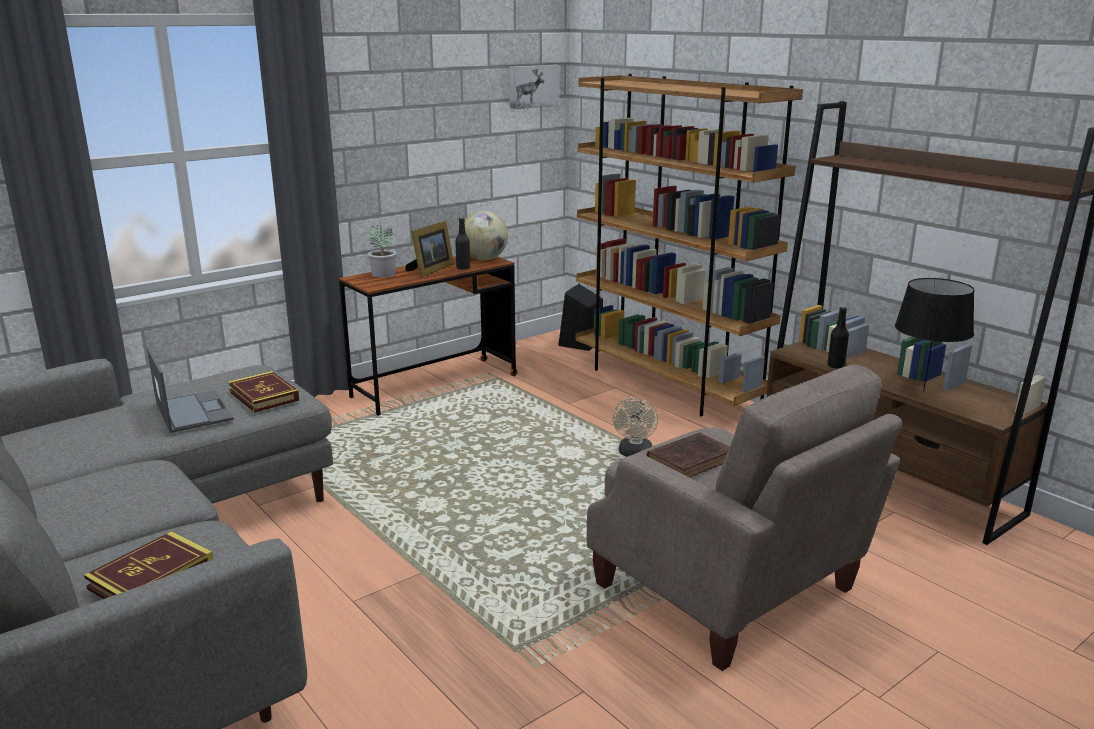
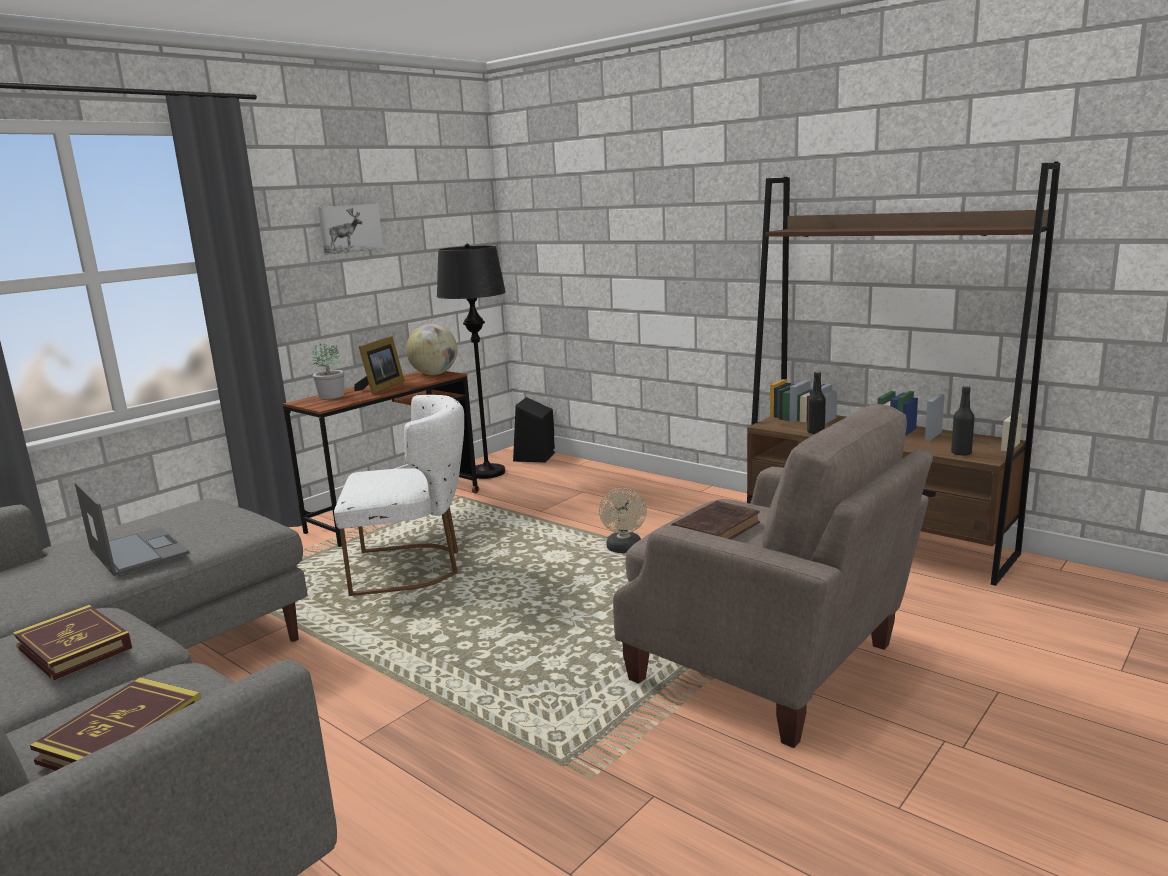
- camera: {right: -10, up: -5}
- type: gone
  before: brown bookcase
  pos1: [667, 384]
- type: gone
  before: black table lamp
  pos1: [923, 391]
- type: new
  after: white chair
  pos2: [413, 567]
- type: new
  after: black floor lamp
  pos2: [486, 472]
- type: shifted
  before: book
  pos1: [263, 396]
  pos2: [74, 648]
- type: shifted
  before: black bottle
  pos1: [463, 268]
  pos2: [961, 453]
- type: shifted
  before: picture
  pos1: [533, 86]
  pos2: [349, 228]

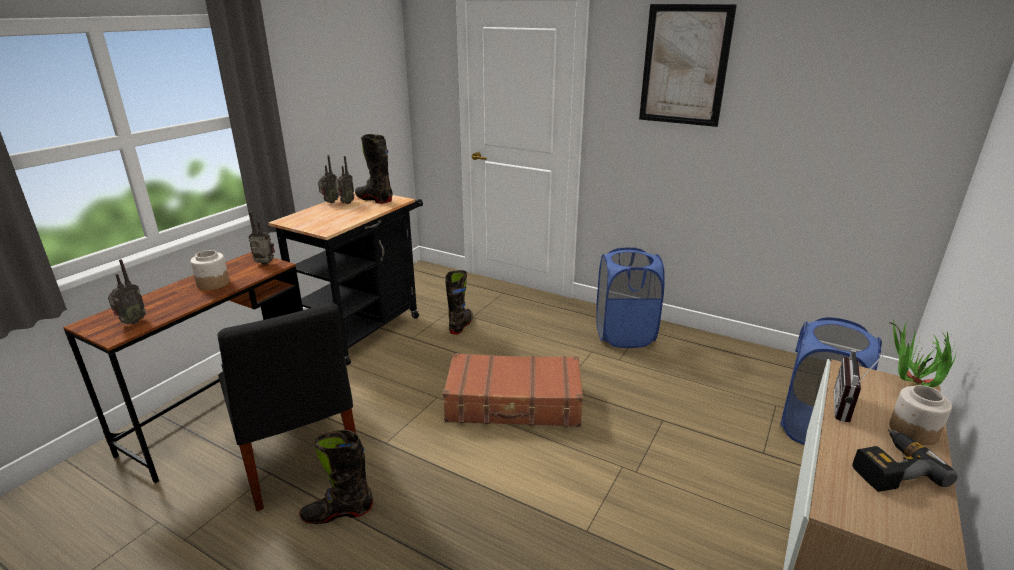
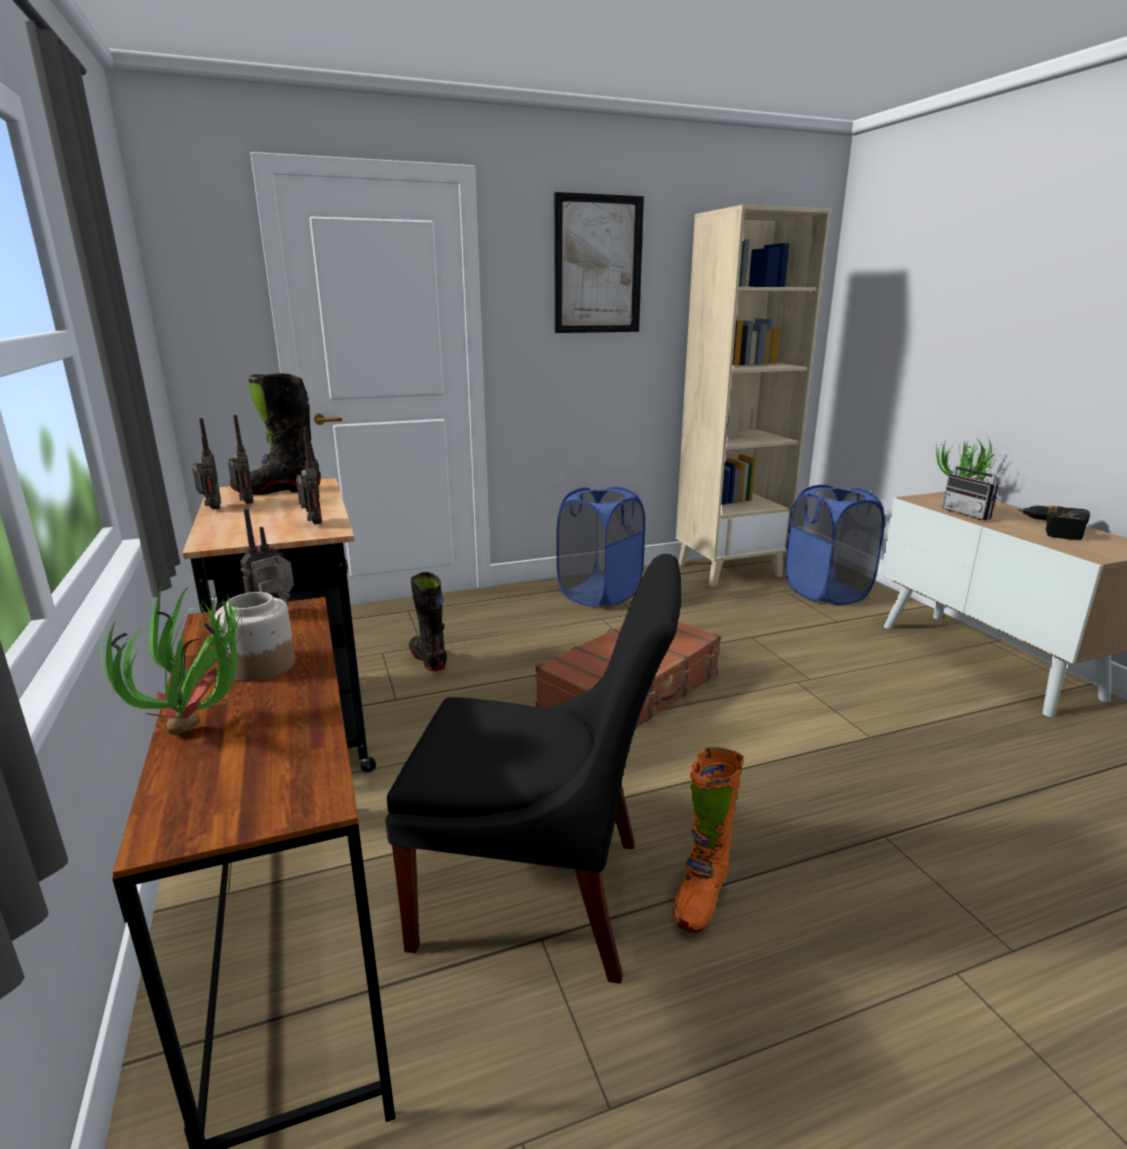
- camera: {right: -50, up: -5}
- type: gone
  before: jar
  pos1: [912, 430]
- type: new
  after: potted plant
  pos2: [203, 730]
- type: new
  after: beige bookcase
  pos2: [729, 569]
- type: shifted
  before: radio
  pos1: [131, 322]
  pos2: [312, 524]
- type: repainted
  before: black boot
  after: orange boot
  pos1: [338, 513]
  pos2: [700, 896]

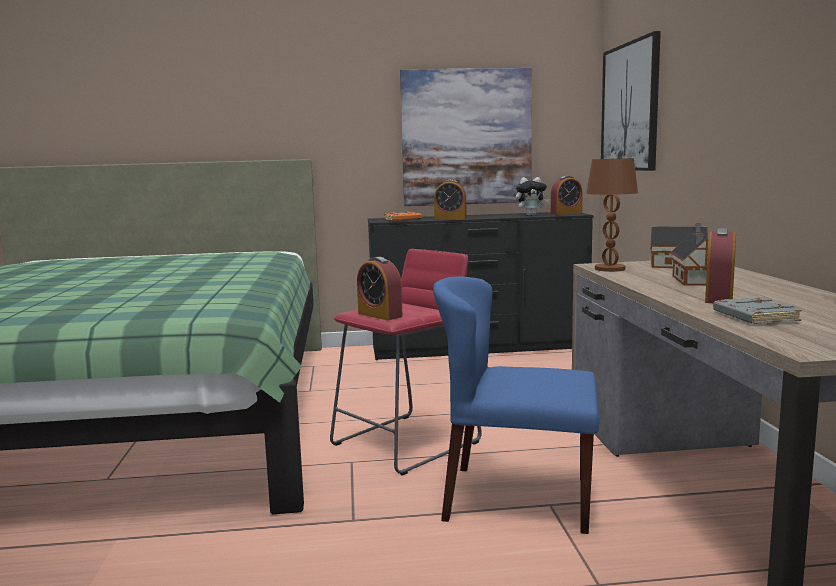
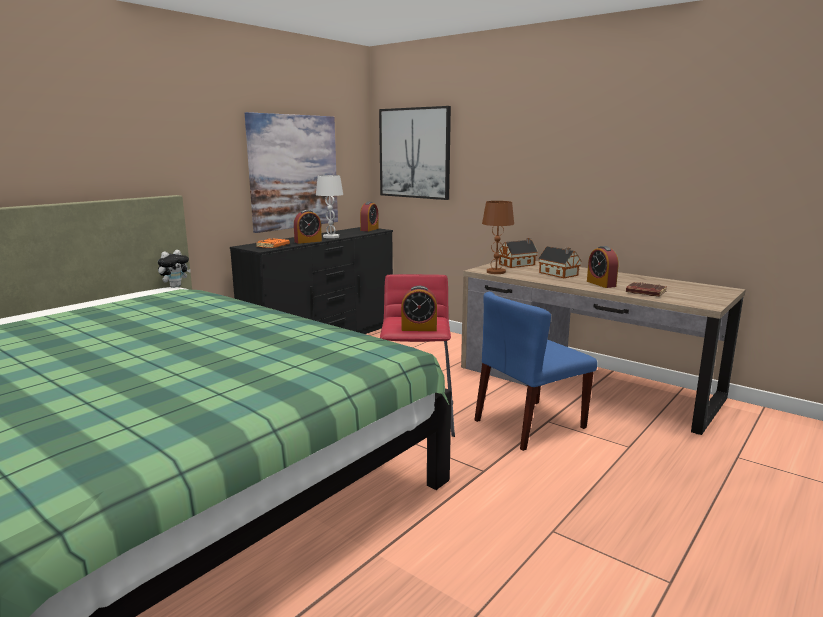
- camera: {right: -45, up: 5}
- type: new
  after: white table lamp
  pos2: [331, 237]
- type: shifted
  before: plush toy
  pos1: [531, 215]
  pos2: [175, 286]
- type: repainted
  before: grey book
  after: brown book
  pos1: [753, 317]
  pos2: [645, 292]

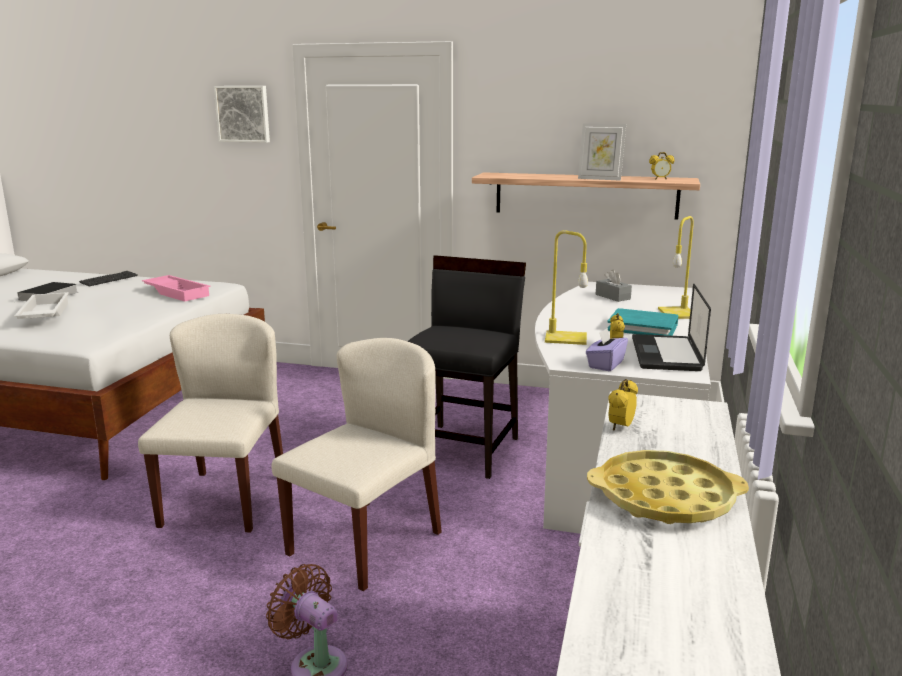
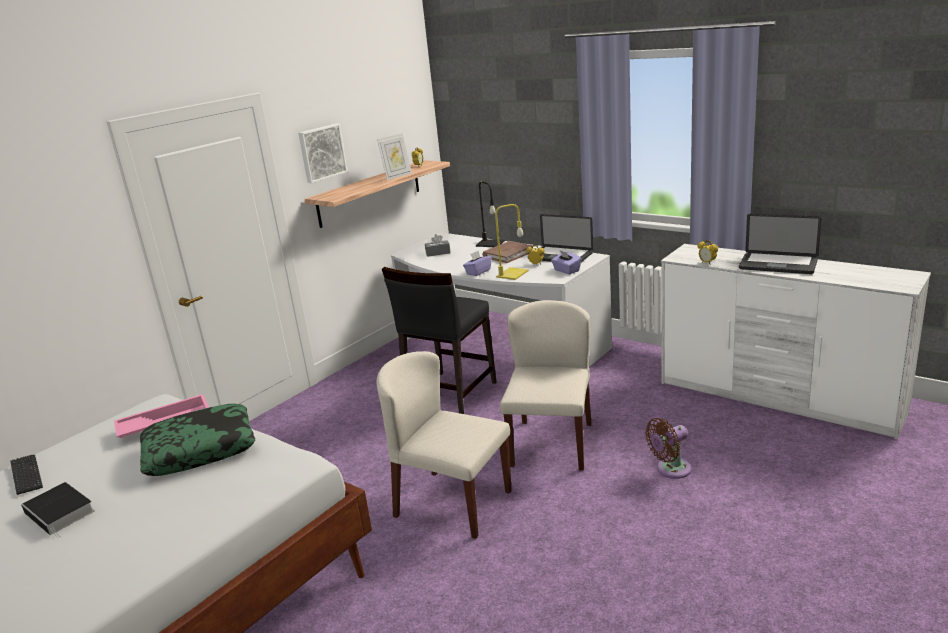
- camera: {right: -65, up: 5}
- type: gone
  before: white tray
  pos1: [43, 314]
- type: new
  after: pillow
  pos2: [200, 449]
- type: new
  after: purple tissue box
  pos2: [478, 272]
- type: shifted
  before: picture
  pos1: [243, 114]
  pos2: [321, 152]
- type: swapped
  before: yellow tray
  after: laptop
  pos1: [665, 498]
  pos2: [778, 265]
- type: repainted
  before: turquoise book
  after: brown book
  pos1: [642, 327]
  pos2: [508, 254]
- type: repainted
  before: yellow table lamp
  after: black table lamp
  pos1: [677, 313]
  pos2: [489, 243]
- type: rotated
  before: beige chair
  pos1: [365, 542]
  pos2: [551, 444]
  turn: 45
- type: rotated
  before: black chair
  pos1: [464, 449]
  pos2: [449, 394]
  turn: -105

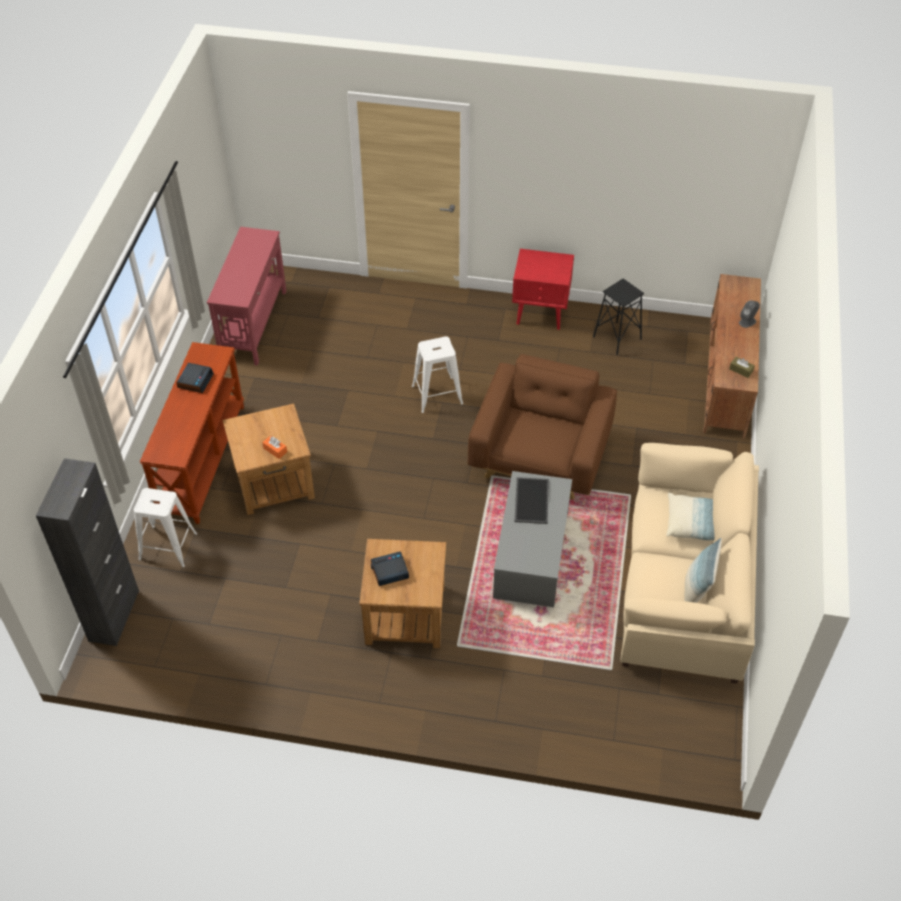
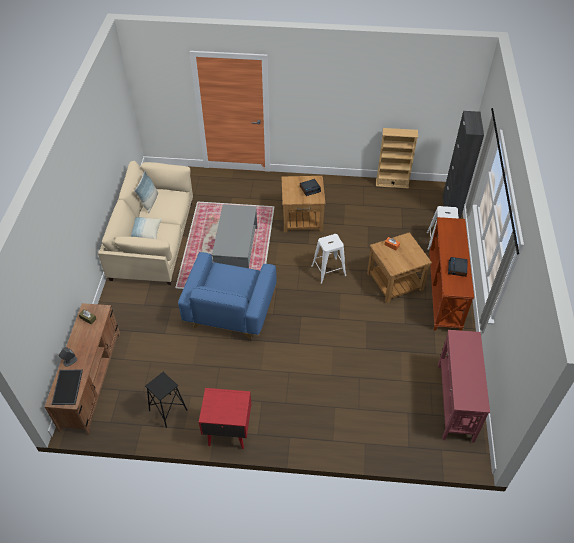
- camera: {right: 175, up: 0}
- type: new
  after: beige bookcase
  pos2: [392, 183]
- type: shifted
  before: white stool
  pos1: [436, 395]
  pos2: [329, 270]
- type: shifted
  before: tray
  pos1: [530, 500]
  pos2: [68, 387]
- type: repainted
  before: brown armchair
  after: blue armchair
  pos1: [540, 455]
  pos2: [230, 309]

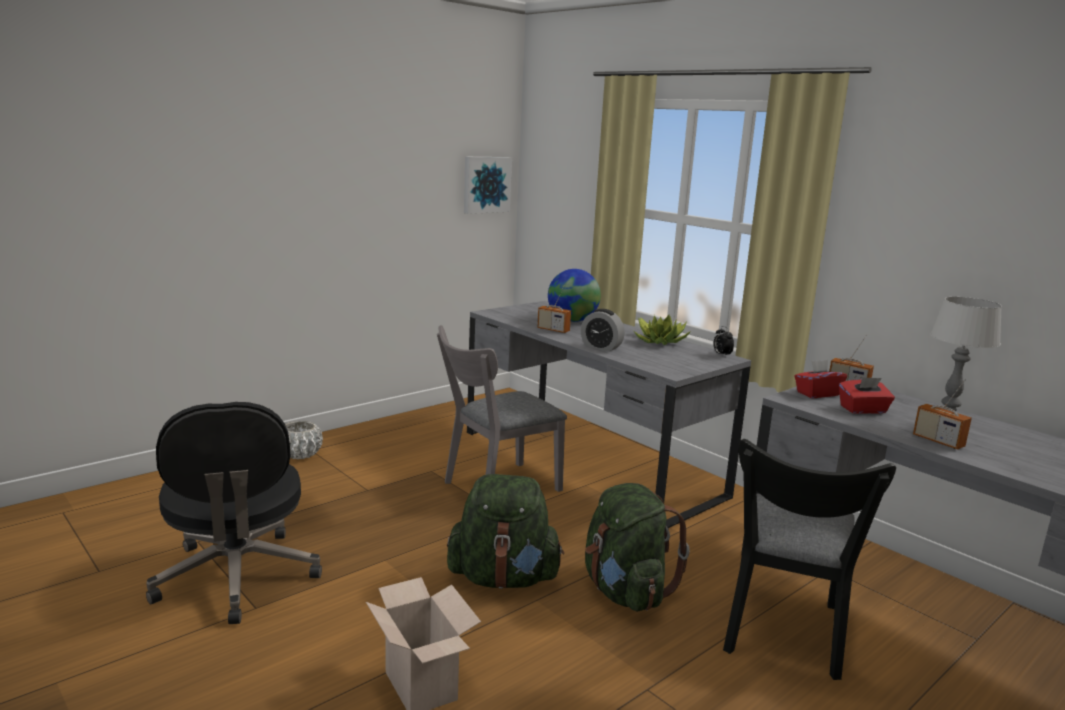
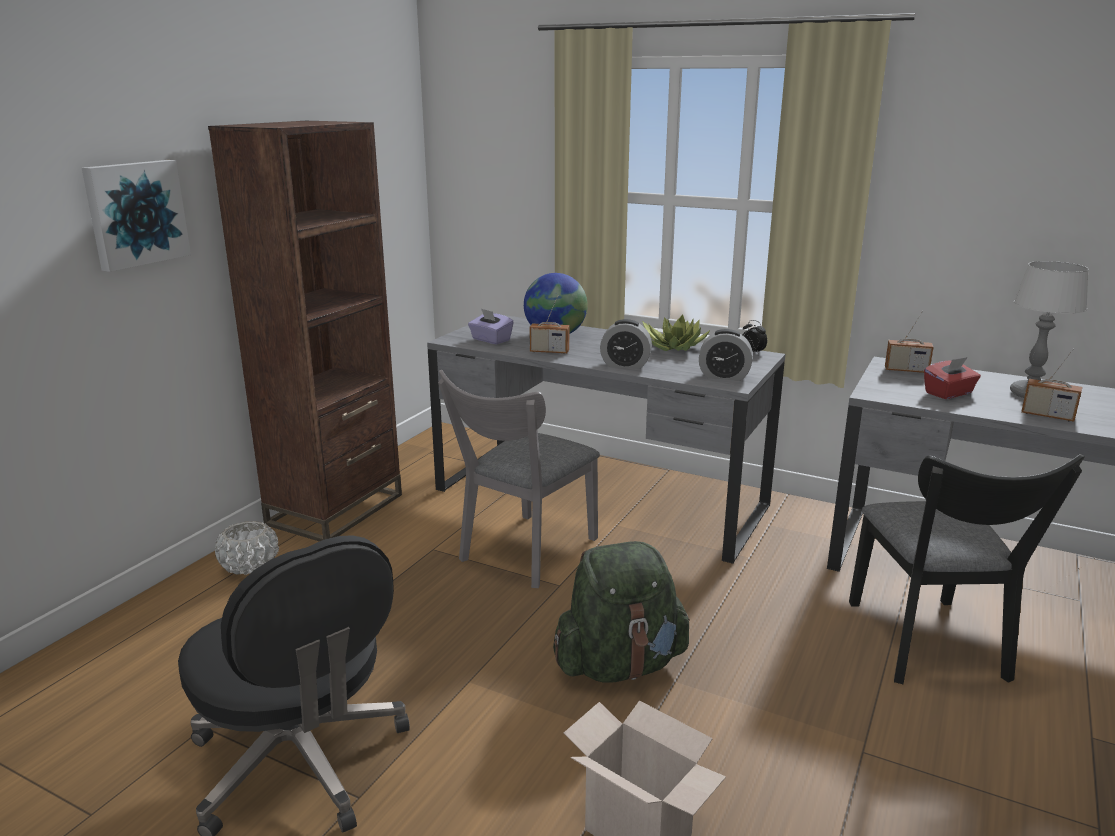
- camera: {right: -20, up: 5}
- type: gone
  before: green backpack
  pos1: [625, 591]
- type: gone
  before: red tissue box
  pos1: [817, 394]
- type: new
  after: brown bookcase
  pos2: [336, 509]
- type: new
  after: purple tissue box
  pos2: [490, 340]
- type: new
  after: alarm clock
  pos2: [724, 376]
- type: shifted
  before: picture
  pos1: [486, 184]
  pos2: [135, 213]

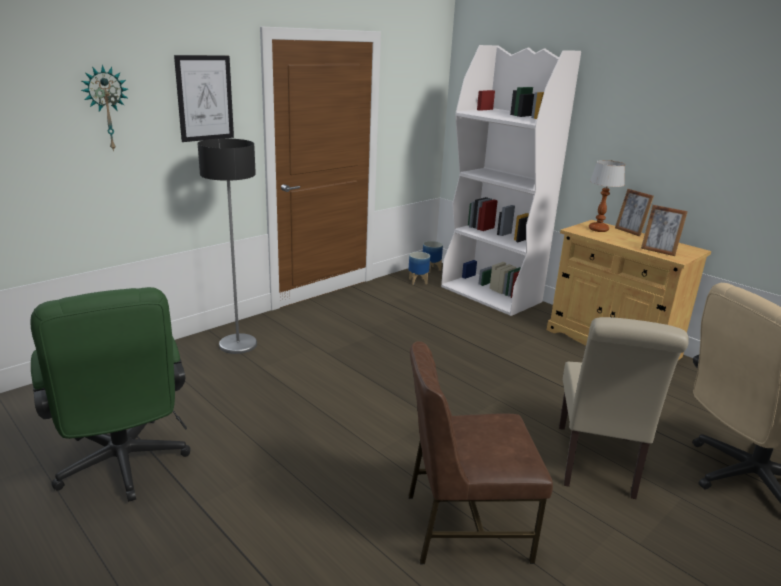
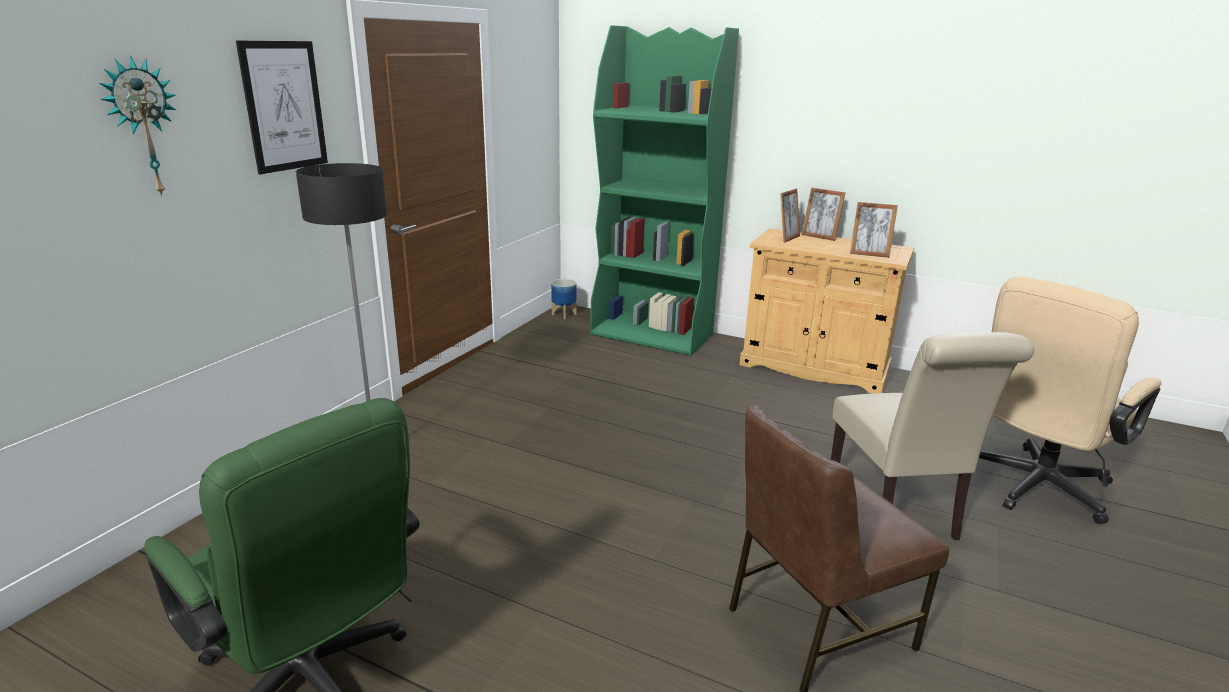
- camera: {right: -20, up: 0}
- type: gone
  before: planter
  pos1: [418, 281]
- type: swapped
  before: table lamp
  after: picture frame
  pos1: [598, 229]
  pos2: [787, 238]
- type: repainted
  before: white bookcase
  after: green bookcase
  pos1: [491, 294]
  pos2: [653, 334]

